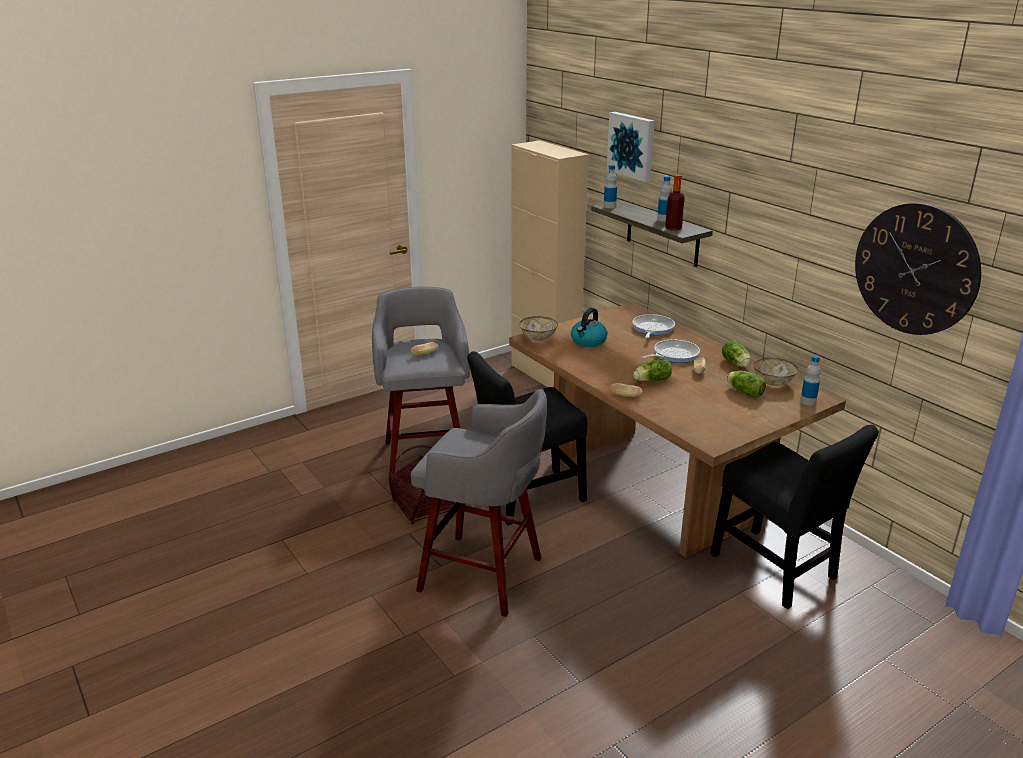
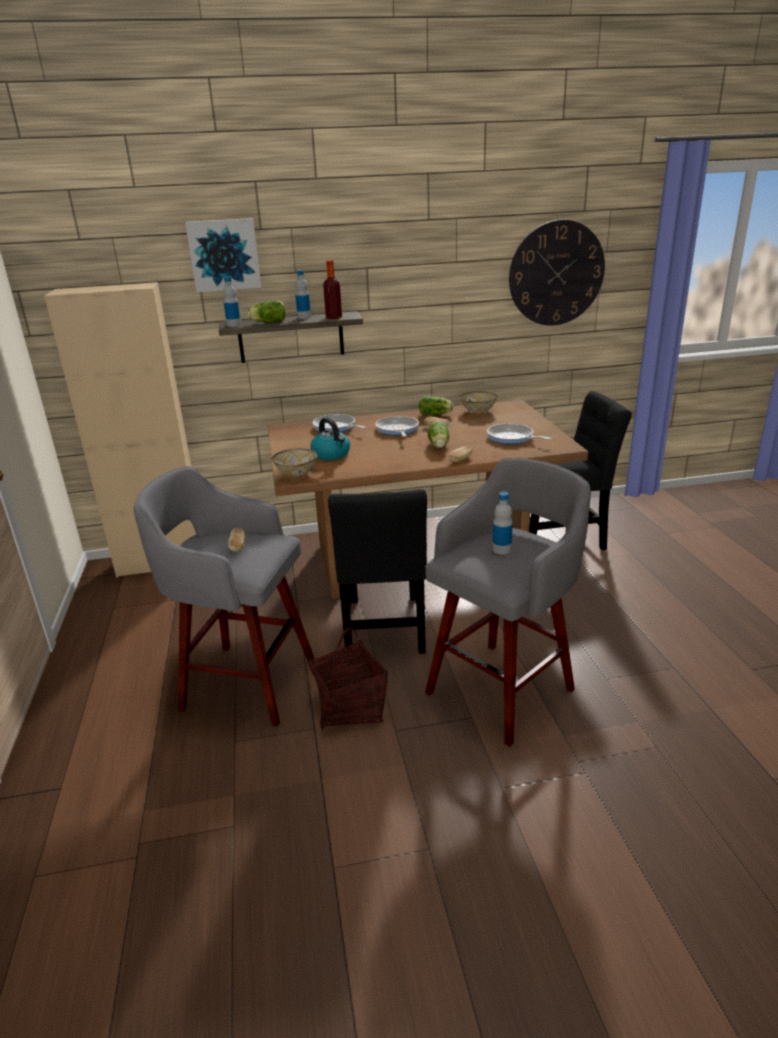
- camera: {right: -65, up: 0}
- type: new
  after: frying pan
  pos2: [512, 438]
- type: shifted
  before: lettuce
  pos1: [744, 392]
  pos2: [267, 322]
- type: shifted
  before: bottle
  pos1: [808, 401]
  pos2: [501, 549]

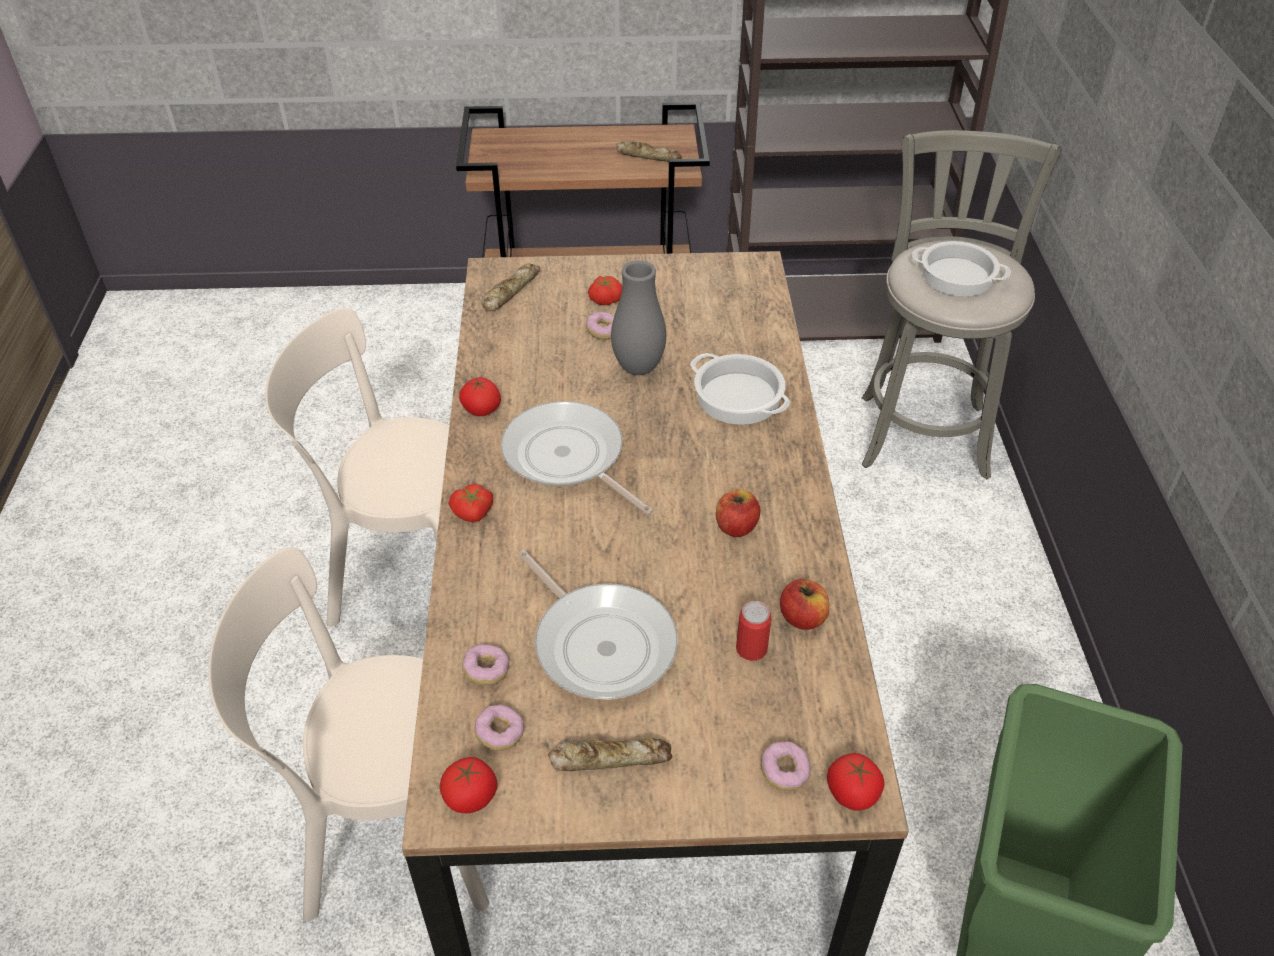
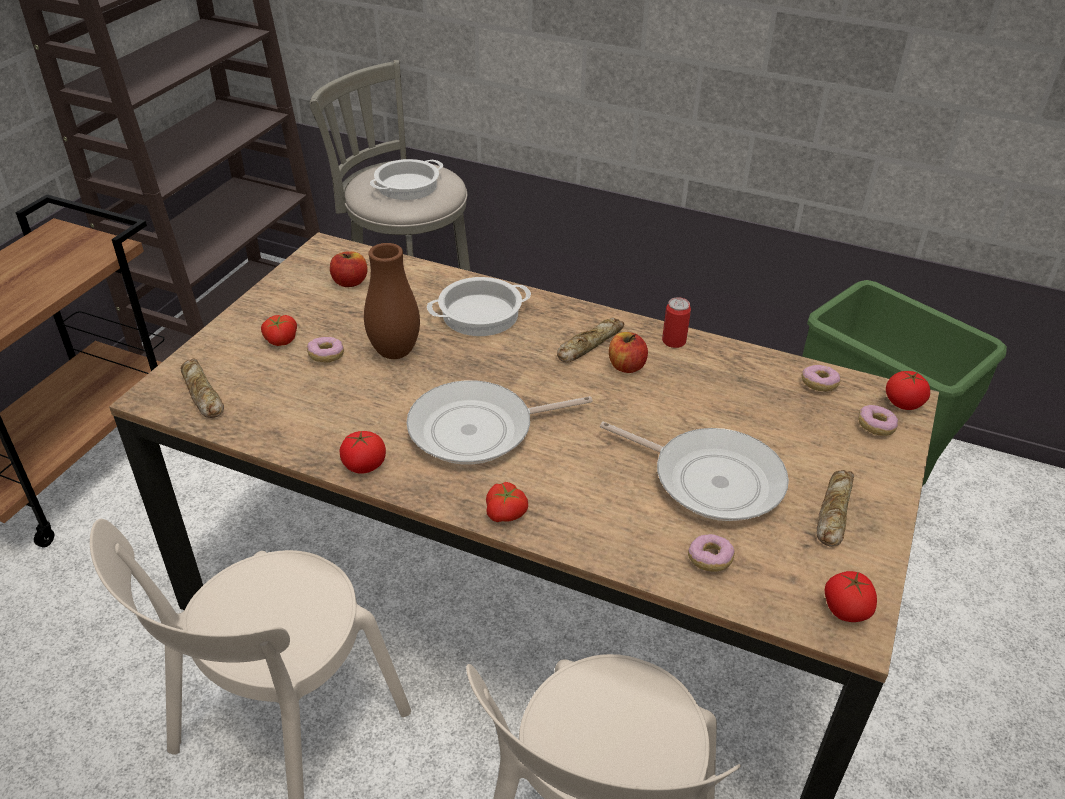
- camera: {right: -65, up: -5}
- type: shifted
  before: donut
  pos1: [500, 734]
  pos2: [819, 384]
- type: shifted
  before: bread
  pos1: [648, 156]
  pos2: [589, 344]
- type: shifted
  before: can
  pos1: [751, 649]
  pos2: [674, 341]
- type: shifted
  before: apple
  pos1: [802, 618]
  pos2: [350, 282]
- type: repainted
  before: grey vase
  after: brown vase
  pos1: [638, 368]
  pos2: [395, 352]
- type: rotated
  before: frying pan
  pos1: [601, 642]
  pos2: [711, 479]
  turn: 45

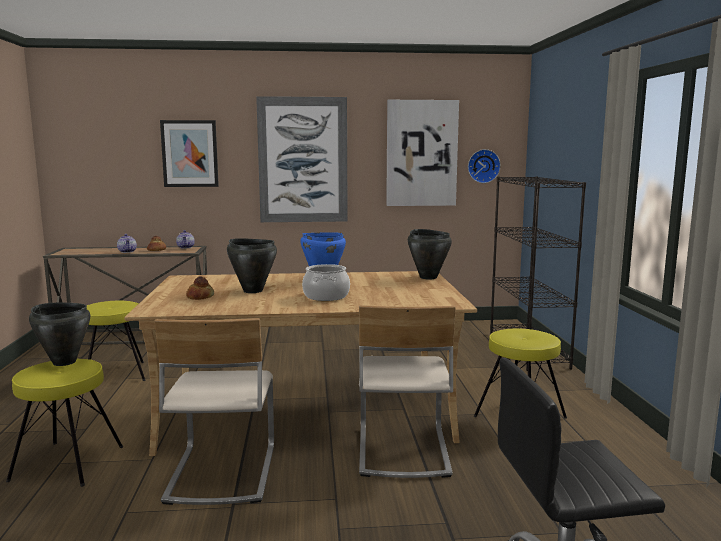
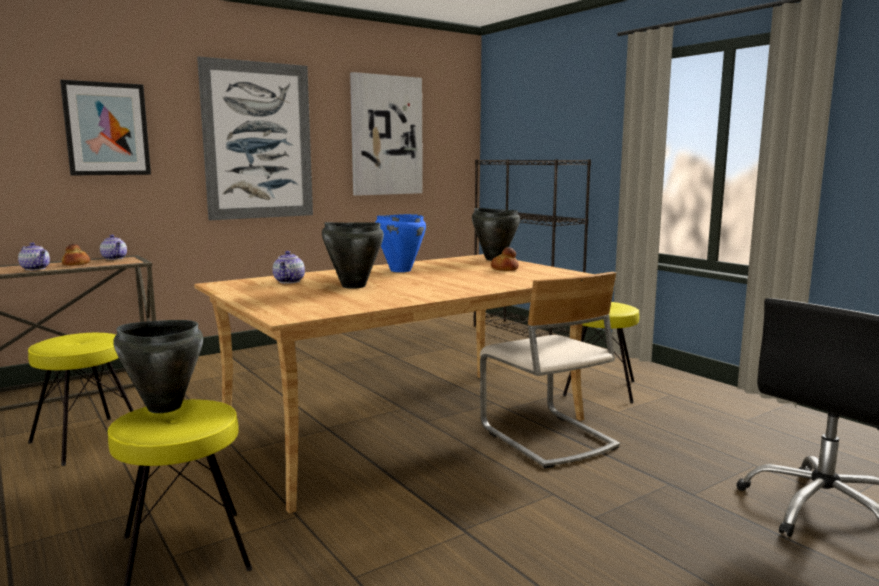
- camera: {right: -30, up: 0}
- type: gone
  before: beige chair
  pos1: [221, 473]
- type: gone
  before: cooking pot
  pos1: [326, 296]
- type: gone
  before: wall clock
  pos1: [483, 166]
- type: new
  after: teapot
  pos2: [290, 281]
- type: shifted
  before: bread
  pos1: [200, 297]
  pos2: [504, 269]

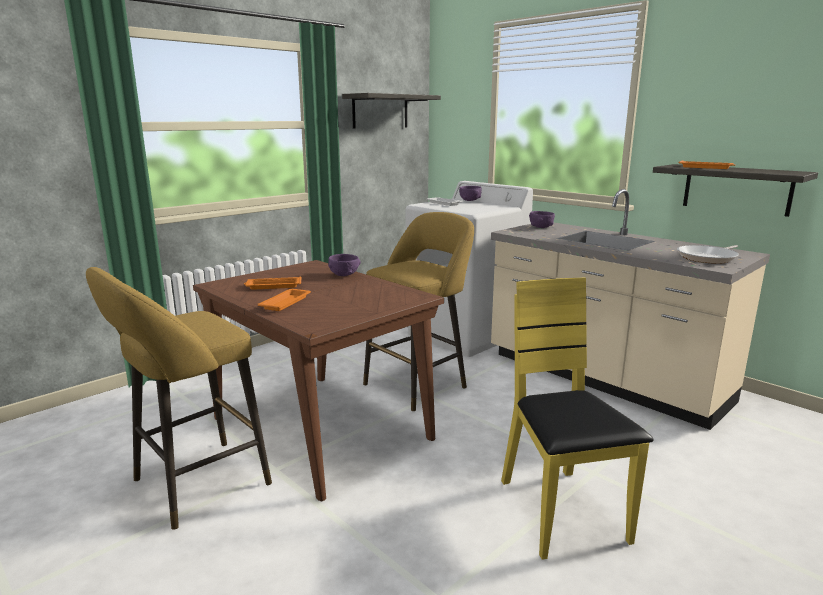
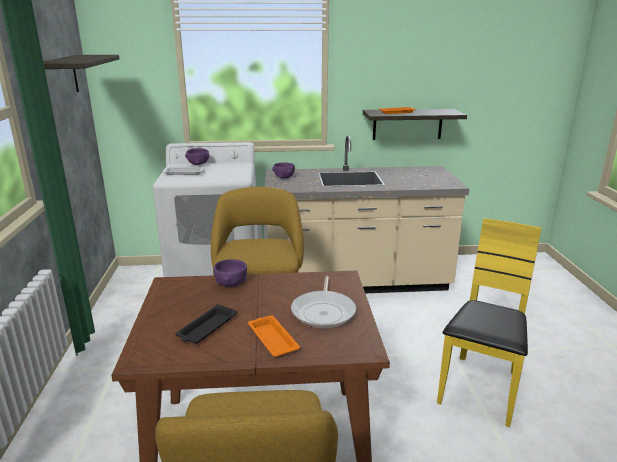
- camera: {right: -50, up: 5}
- type: shifted
  before: frying pan
  pos1: [708, 258]
  pos2: [324, 311]
- type: repainted
  before: orange tray
  after: black tray
  pos1: [273, 286]
  pos2: [206, 328]
- type: rotated
  before: yellow chair
  pos1: [560, 512]
  pos2: [480, 389]
  turn: 90

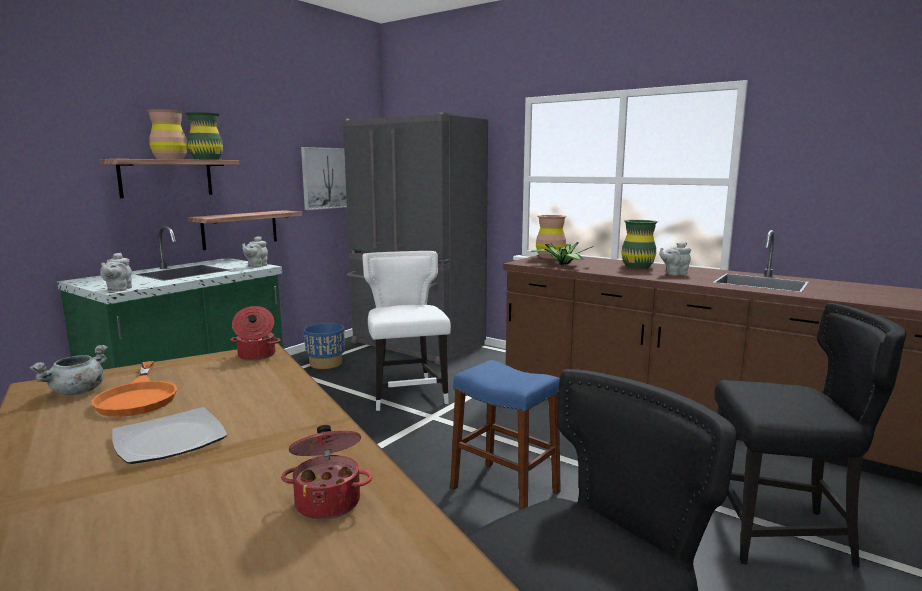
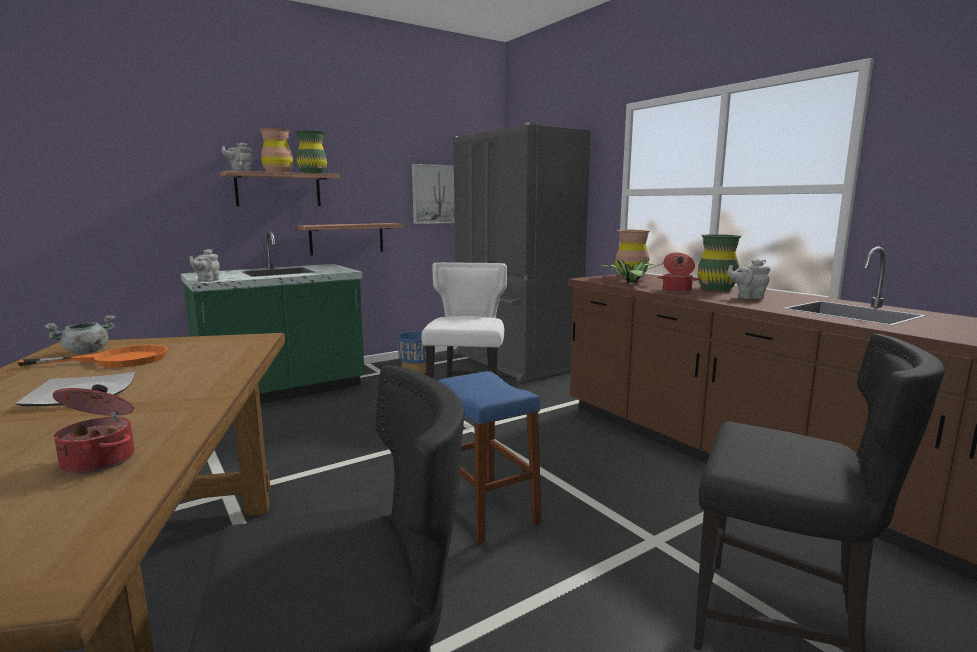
- camera: {right: 20, up: 0}
- type: shifted
  before: cooking pot
  pos1: [256, 356]
  pos2: [676, 290]
- type: shifted
  before: grey teapot
  pos1: [256, 266]
  pos2: [240, 171]
- type: rotated
  before: orange frying pan
  pos1: [138, 396]
  pos2: [117, 360]
  turn: -105

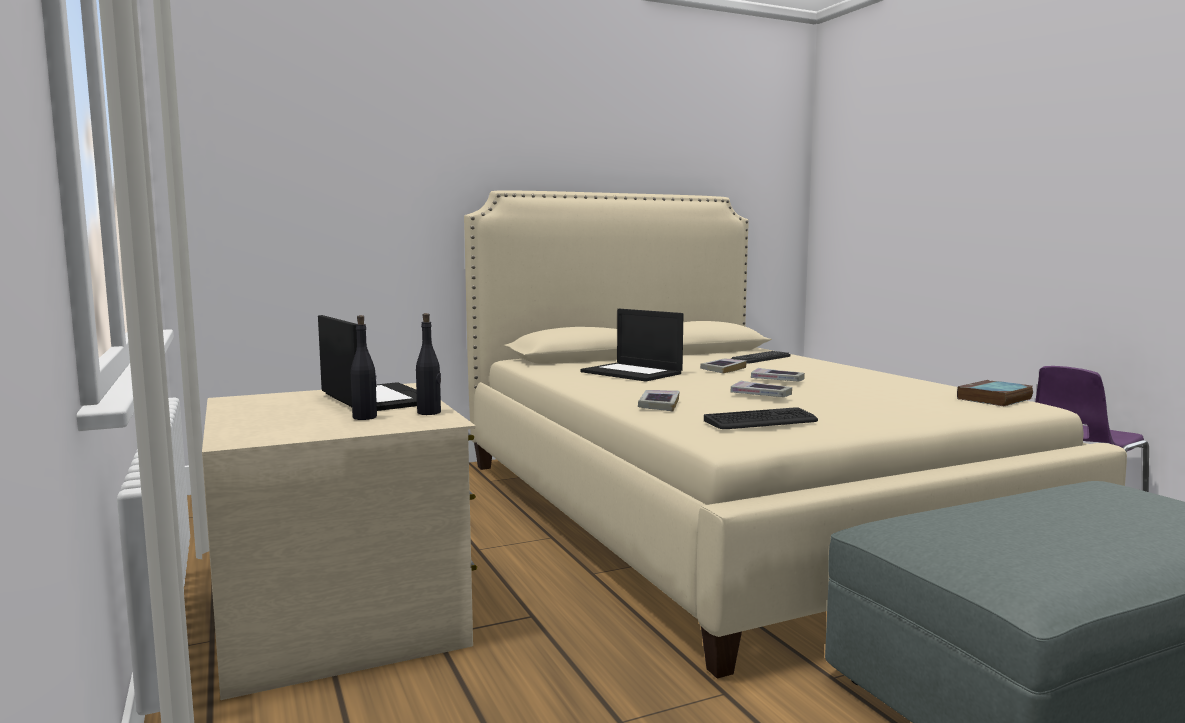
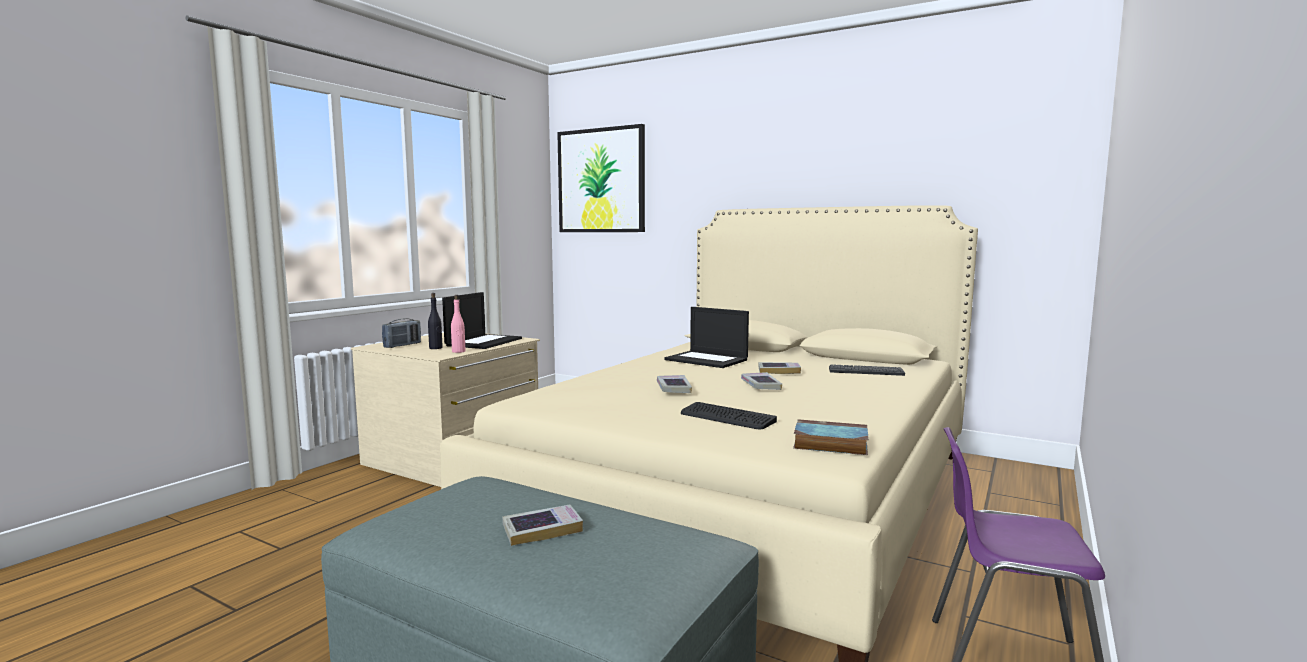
- camera: {right: 55, up: 0}
- type: new
  after: radio
  pos2: [402, 345]
- type: new
  after: picture
  pos2: [601, 181]
- type: shifted
  before: book
  pos1: [659, 405]
  pos2: [542, 530]
- type: shifted
  before: keyboard
  pos1: [761, 421]
  pos2: [727, 417]
- type: repainted
  before: black bottle
  after: pink bottle
  pos1: [429, 412]
  pos2: [458, 351]
- type: rotated
  before: laptop
  pos1: [633, 373]
  pos2: [707, 360]
  turn: -60

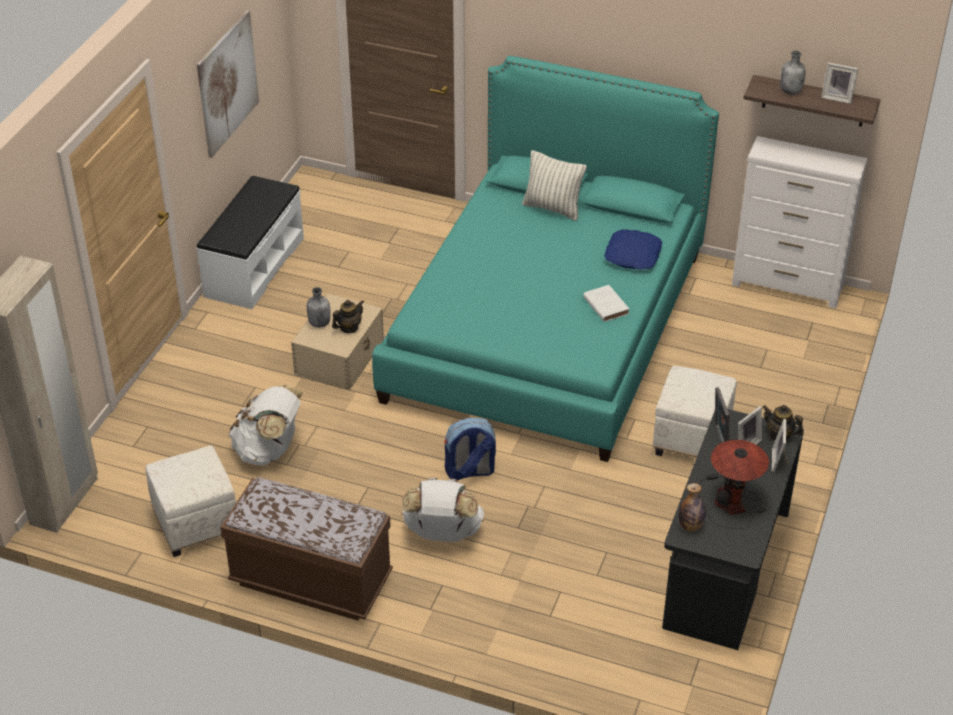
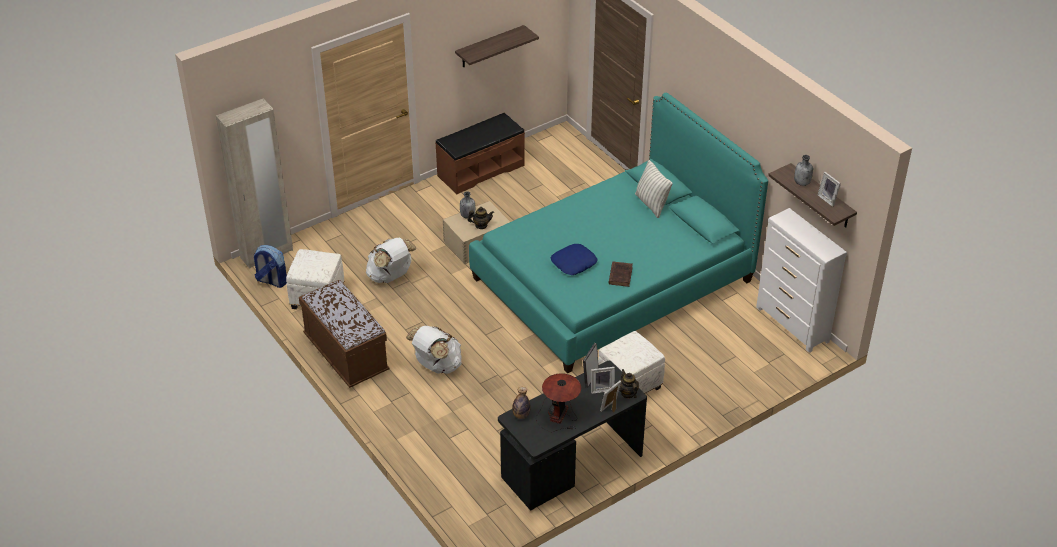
- camera: {right: 35, up: 0}
- type: shifted
  before: backpack
  pos1: [469, 471]
  pos2: [272, 281]
- type: shifted
  before: blue pillow
  pos1: [633, 255]
  pos2: [574, 263]
- type: swapped
  before: picture
  after: shelf
  pos1: [227, 83]
  pos2: [490, 47]
- type: repainted
  before: white bench
  after: brown bench
  pos1: [253, 267]
  pos2: [480, 170]
- type: repainted
  before: white book
  after: brown book
  pos1: [605, 305]
  pos2: [620, 275]

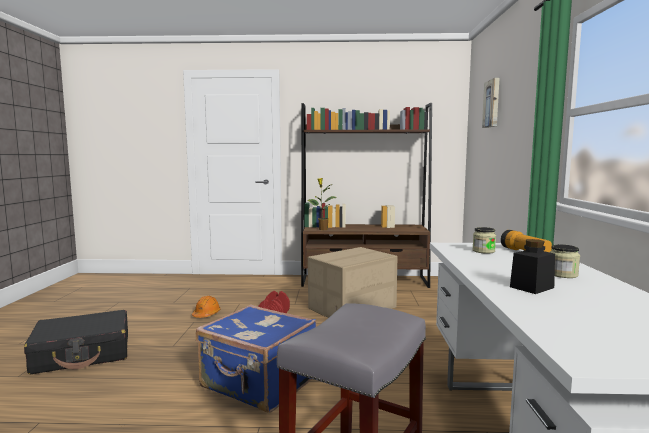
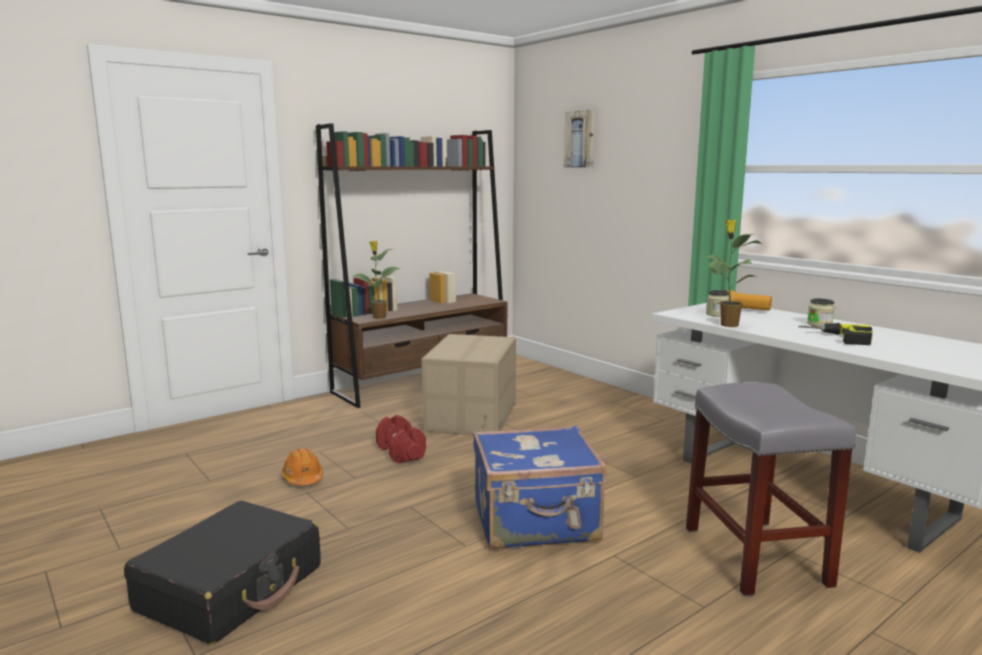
- camera: {right: -40, up: 5}
- type: new
  after: potted plant
  pos2: [727, 325]
- type: swapped
  before: black jar
  after: power drill
  pos1: [531, 287]
  pos2: [836, 338]

